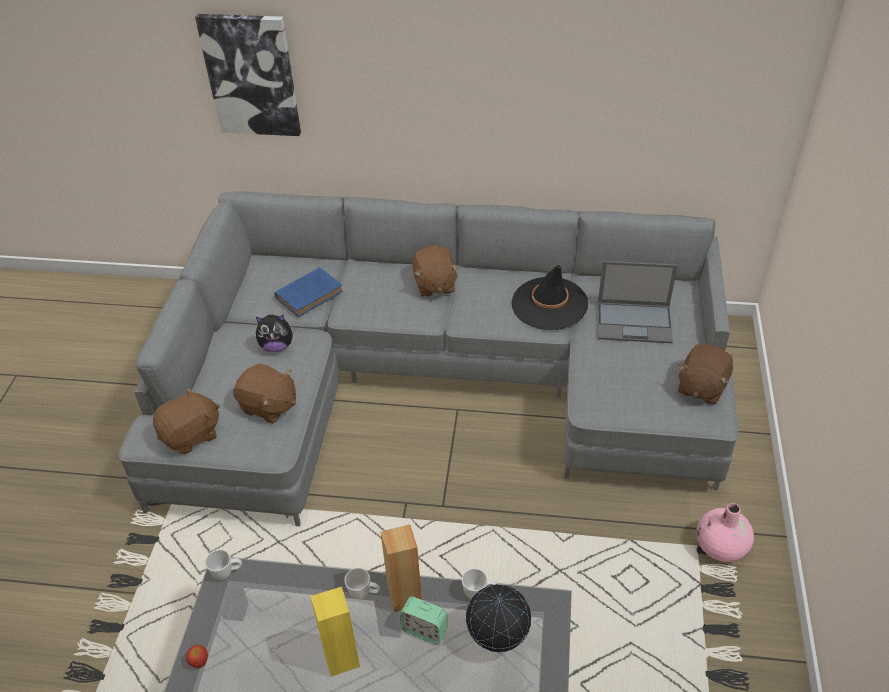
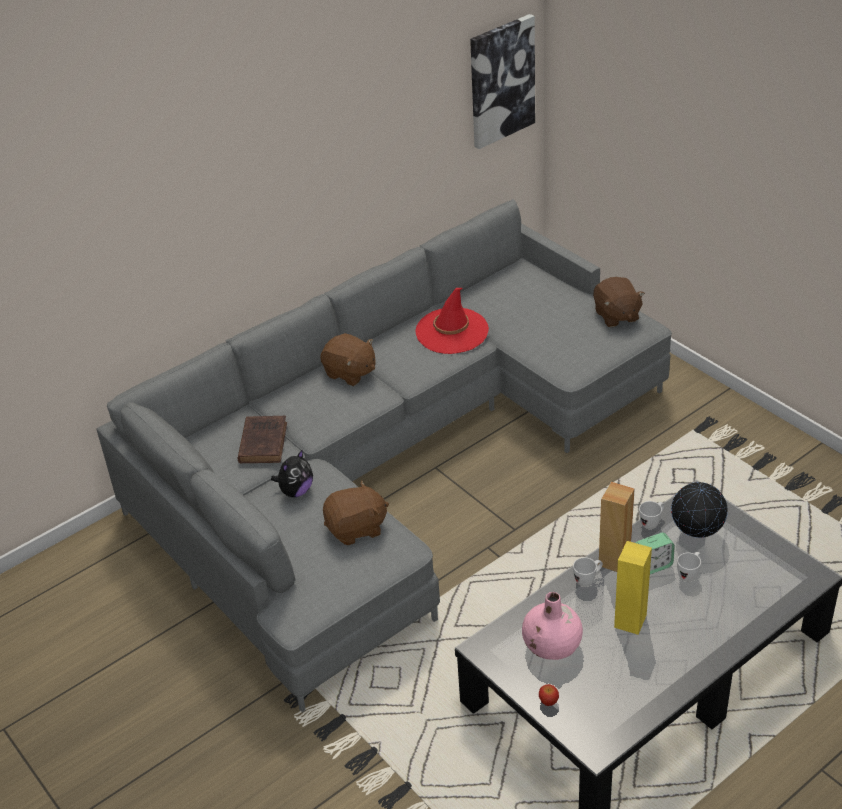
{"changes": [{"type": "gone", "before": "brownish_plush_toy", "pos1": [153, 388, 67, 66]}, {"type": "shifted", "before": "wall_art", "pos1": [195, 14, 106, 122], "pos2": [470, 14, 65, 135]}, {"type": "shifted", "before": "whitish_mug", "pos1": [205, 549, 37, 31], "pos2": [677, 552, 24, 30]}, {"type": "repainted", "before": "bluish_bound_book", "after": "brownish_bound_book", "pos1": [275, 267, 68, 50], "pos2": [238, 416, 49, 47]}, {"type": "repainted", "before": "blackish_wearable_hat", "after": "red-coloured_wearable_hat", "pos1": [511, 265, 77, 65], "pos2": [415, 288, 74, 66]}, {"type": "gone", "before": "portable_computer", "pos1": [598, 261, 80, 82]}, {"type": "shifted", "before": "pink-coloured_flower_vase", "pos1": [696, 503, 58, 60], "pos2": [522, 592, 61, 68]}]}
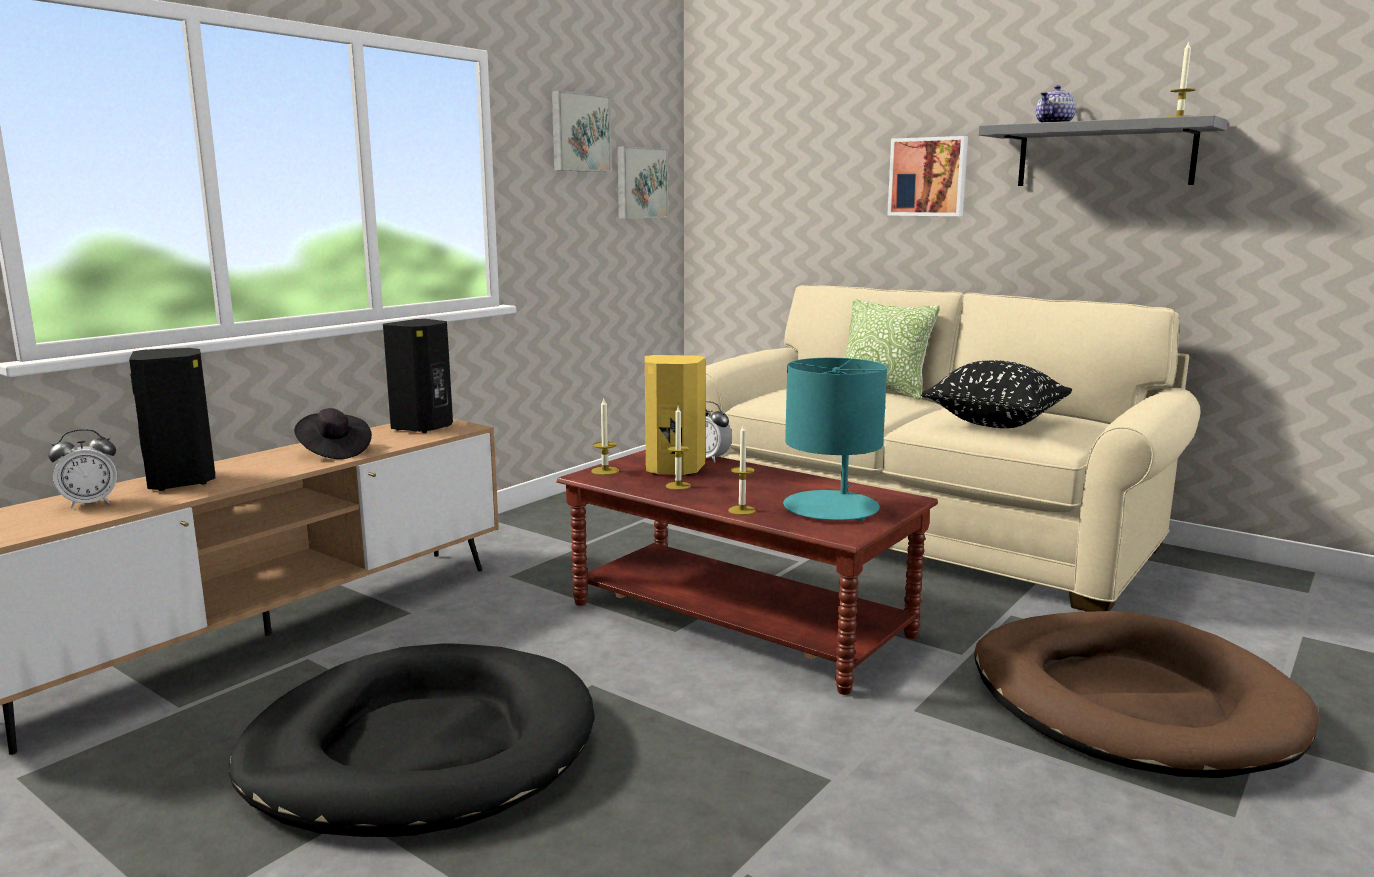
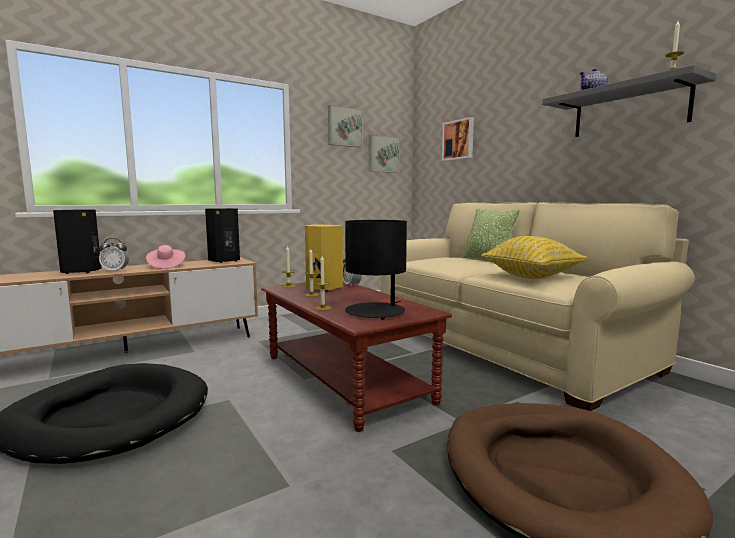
{"changes": [{"type": "shifted", "before": "table_clock", "pos1": [48, 429, 70, 80], "pos2": [99, 238, 30, 34]}, {"type": "repainted", "before": "blackish_wearable_hat", "after": "pink-coloured_wearable_hat", "pos1": [294, 408, 78, 51], "pos2": [146, 245, 39, 24]}, {"type": "repainted", "before": "turquoise-coloured_table_lamp", "after": "blackish_table_lamp", "pos1": [783, 358, 104, 163], "pos2": [345, 220, 62, 100]}, {"type": "shifted", "before": "wall_art", "pos1": [887, 136, 81, 80], "pos2": [442, 117, 32, 44]}, {"type": "repainted", "before": "blackish_pillow", "after": "yellow-coloured_pillow", "pos1": [921, 360, 151, 68], "pos2": [481, 236, 106, 43]}]}
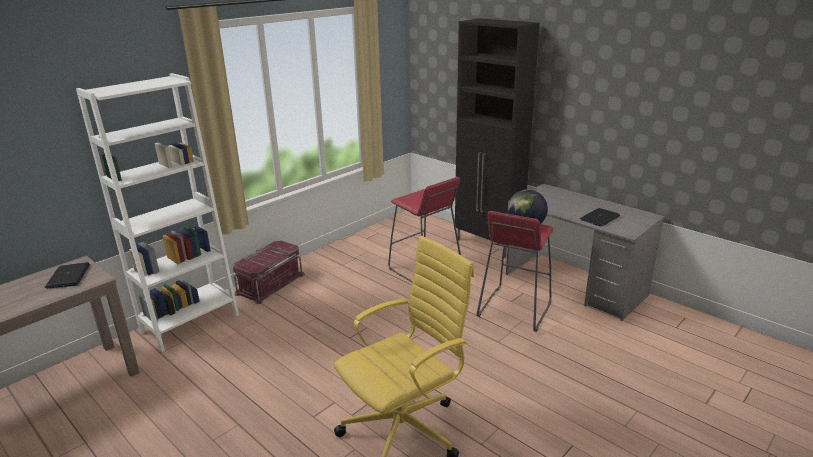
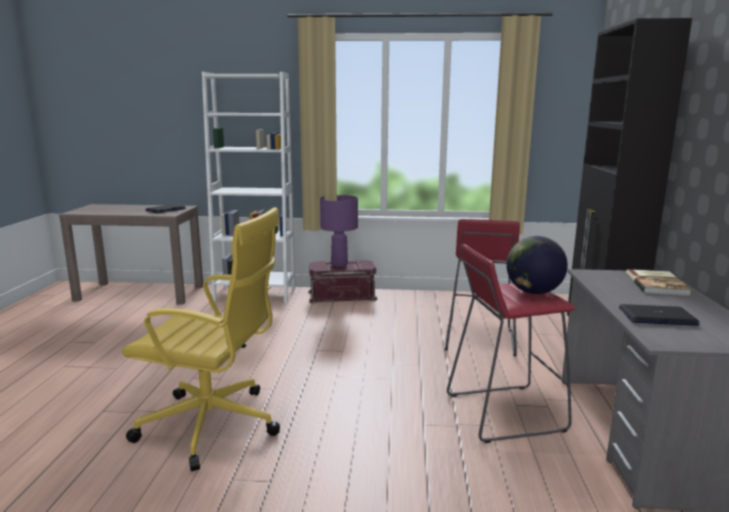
{"changes": [{"type": "new", "after": "purple_table_lamp", "pos2": [320, 195, 38, 72]}, {"type": "new", "after": "bound_book", "pos2": [626, 269, 66, 27]}]}
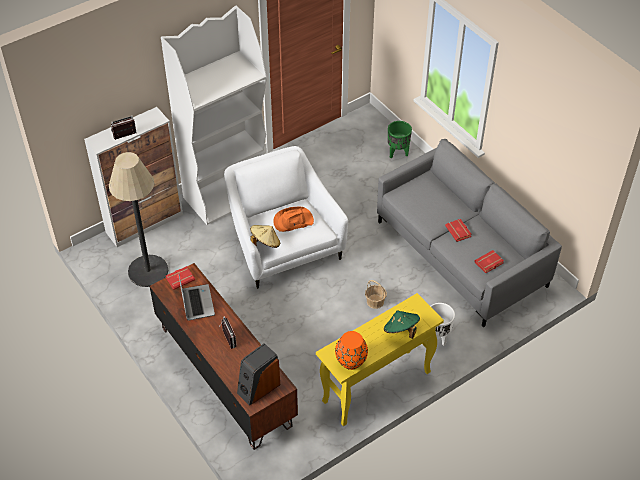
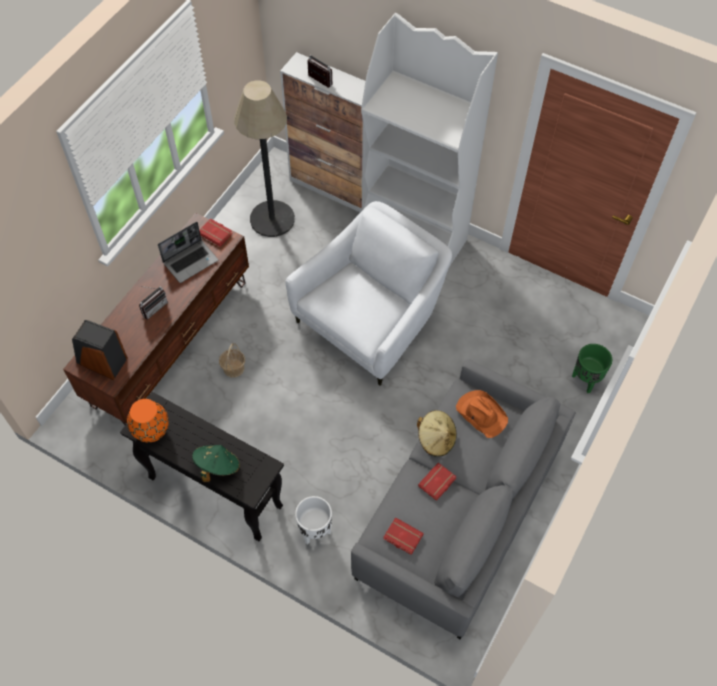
{"changes": [{"type": "shifted", "before": "sand-coloured_wearable_hat", "pos1": [250, 225, 30, 23], "pos2": [417, 410, 39, 47]}, {"type": "shifted", "before": "orange_wearable_hat", "pos1": [273, 207, 41, 25], "pos2": [456, 390, 52, 48]}, {"type": "repainted", "before": "yellow-coloured_hall_table", "after": "blackish_hall_table", "pos1": [316, 293, 128, 133], "pos2": [120, 392, 164, 149]}, {"type": "shifted", "before": "storage_basket", "pos1": [365, 280, 22, 29], "pos2": [219, 343, 26, 35]}]}
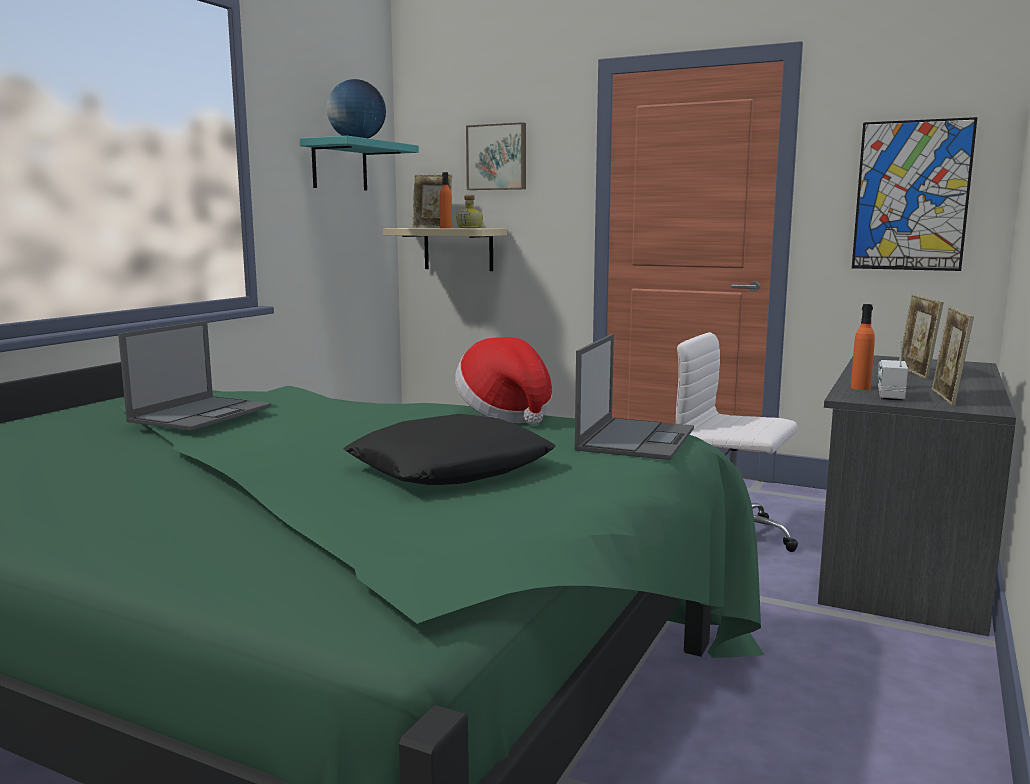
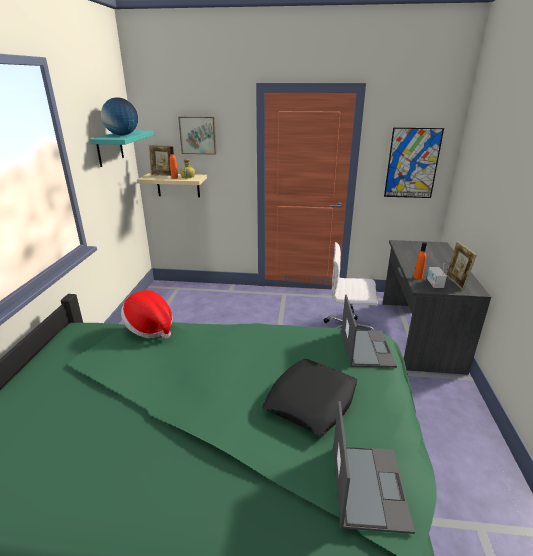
{"changes": [{"type": "shifted", "before": "portable_computer", "pos1": [118, 321, 153, 110], "pos2": [333, 401, 82, 133]}, {"type": "shifted", "before": "wearable_hat", "pos1": [455, 337, 98, 88], "pos2": [121, 290, 52, 49]}, {"type": "gone", "before": "photo_frame", "pos1": [899, 294, 45, 85]}]}
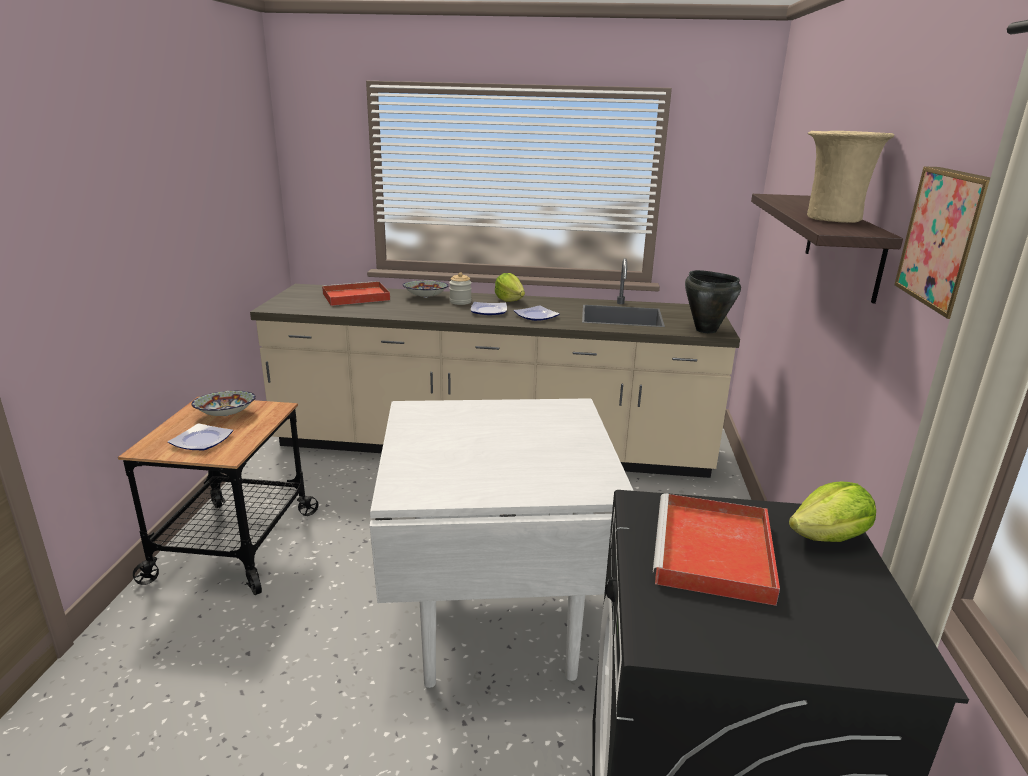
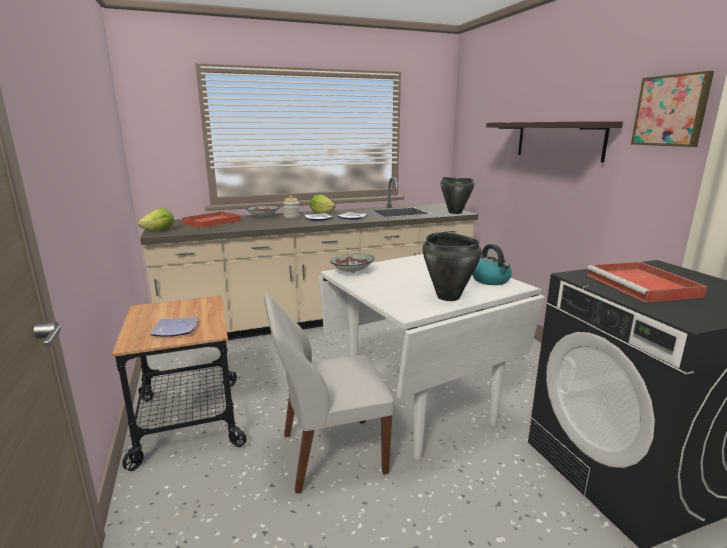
{"changes": [{"type": "shifted", "before": "bowl", "pos1": [191, 391, 65, 25], "pos2": [331, 254, 44, 19]}, {"type": "shifted", "before": "lettuce_head", "pos1": [789, 482, 87, 60], "pos2": [137, 208, 37, 23]}, {"type": "gone", "before": "sand-coloured_flower_vase", "pos1": [807, 131, 87, 92]}, {"type": "new", "after": "whitish_plain_chair", "pos2": [264, 293, 130, 200]}, {"type": "new", "after": "blackish_saucepot", "pos2": [423, 232, 59, 69]}, {"type": "new", "after": "water_kettle", "pos2": [472, 244, 40, 41]}]}
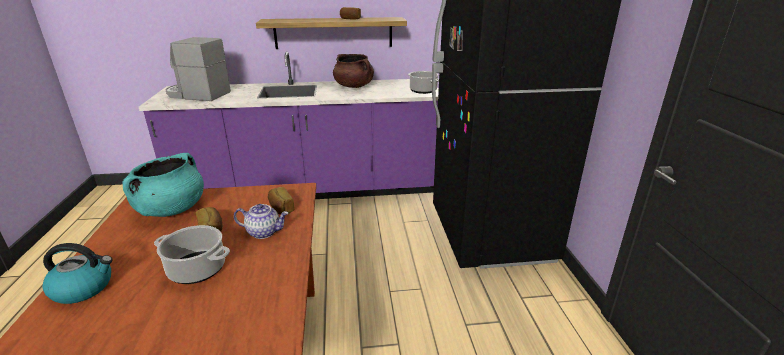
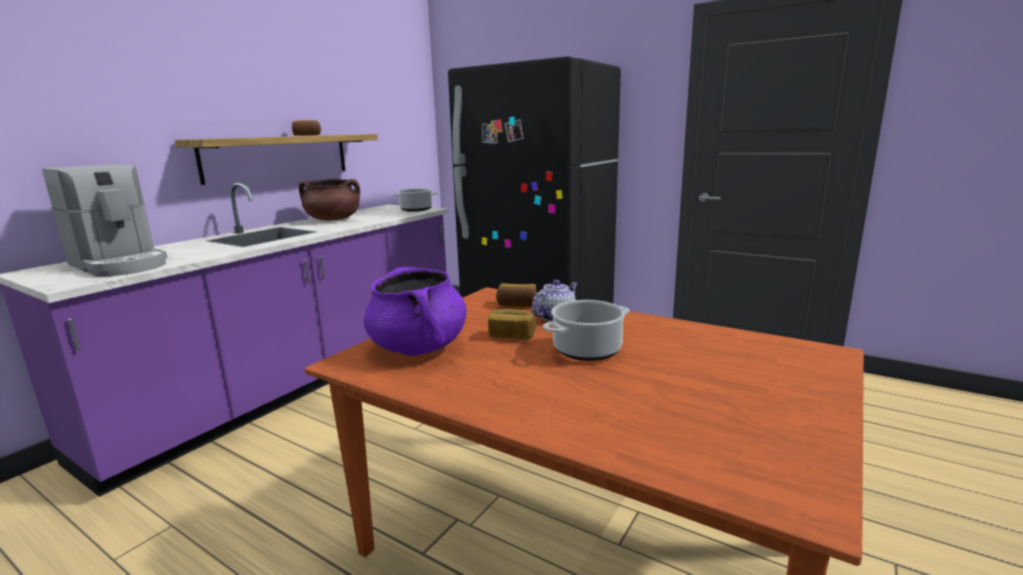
{"changes": [{"type": "gone", "before": "water_kettle", "pos1": [42, 243, 71, 61]}, {"type": "repainted", "before": "turquoise-coloured_saucepot", "after": "purple_saucepot", "pos1": [123, 153, 81, 64], "pos2": [364, 267, 103, 89]}, {"type": "rotated", "before": "coffee_maker", "pos1": [166, 37, 65, 64], "pos2": [42, 164, 126, 113], "turn": -105}]}
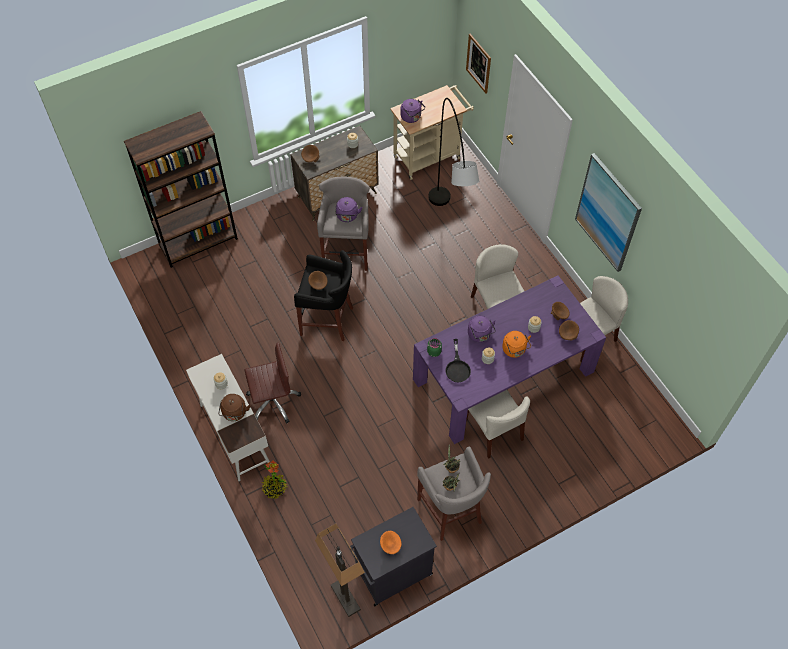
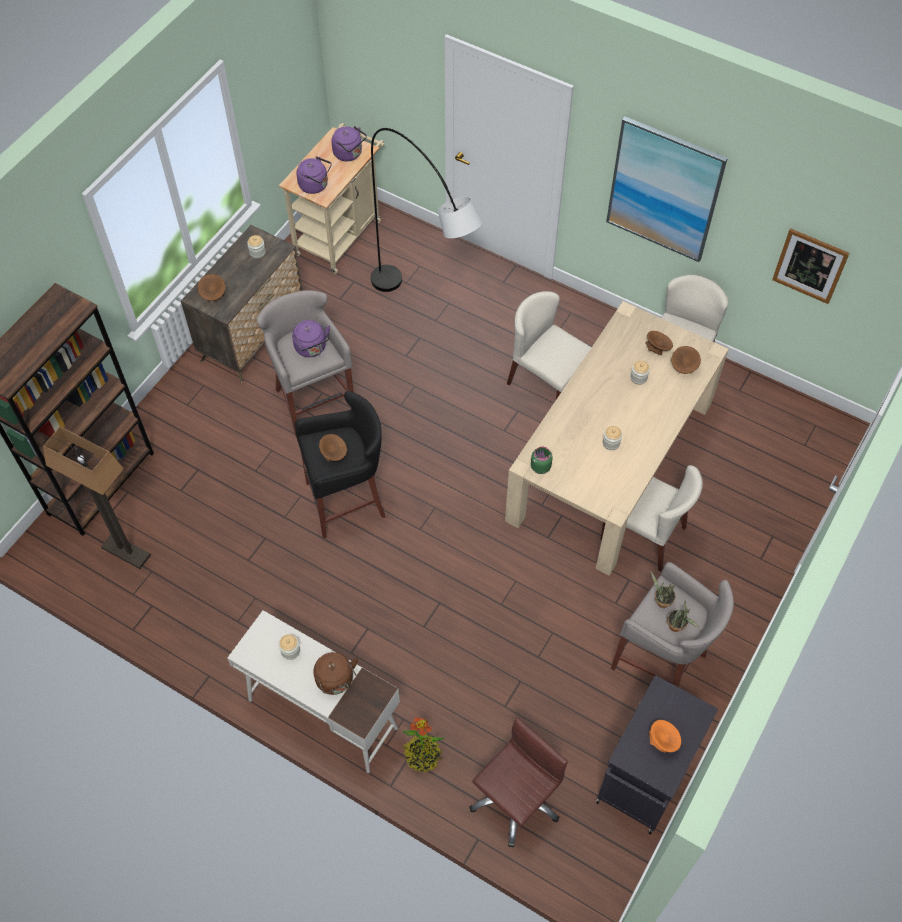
{"changes": [{"type": "shifted", "before": "brownish_computer_chair", "pos1": [244, 342, 57, 81], "pos2": [470, 717, 98, 130]}, {"type": "shifted", "before": "floor_lamp", "pos1": [315, 524, 50, 93], "pos2": [43, 426, 108, 143]}, {"type": "repainted", "before": "purple_dining_table", "after": "sand-coloured_dining_table", "pos1": [413, 276, 193, 168], "pos2": [505, 301, 224, 275]}, {"type": "gone", "before": "blackish_skillet", "pos1": [445, 339, 26, 44]}, {"type": "shifted", "before": "wall_art", "pos1": [466, 34, 25, 60], "pos2": [772, 228, 78, 76]}, {"type": "shifted", "before": "purple_water_kettle", "pos1": [468, 316, 28, 26], "pos2": [331, 126, 36, 35]}, {"type": "gone", "before": "orange_water_kettle", "pos1": [502, 331, 29, 27]}]}
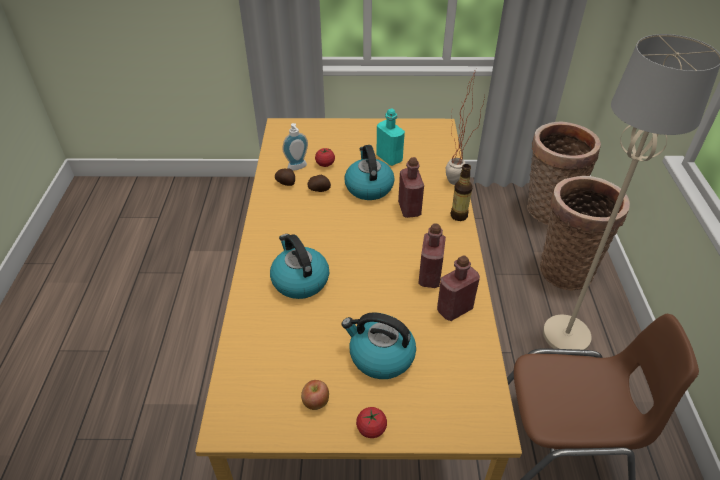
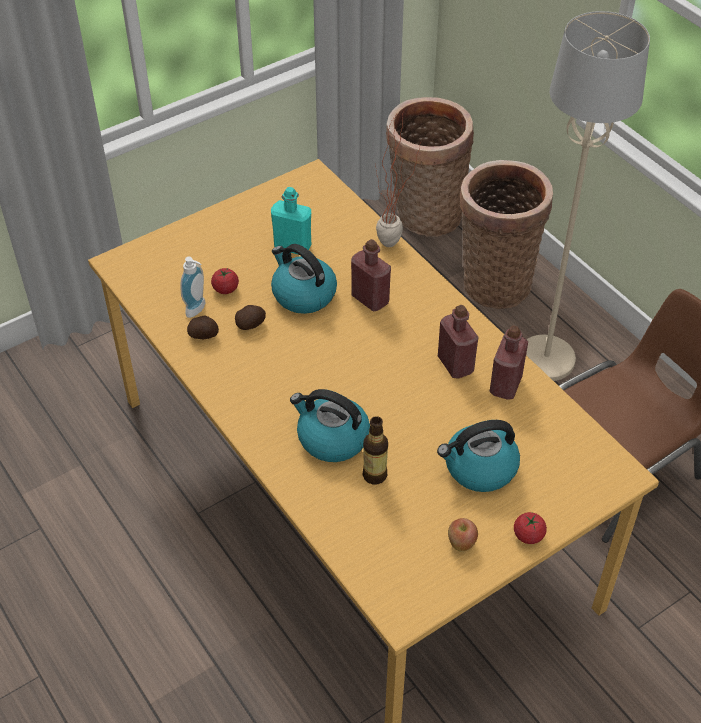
{"changes": [{"type": "shifted", "before": "bottle", "pos1": [450, 164, 22, 57], "pos2": [363, 416, 25, 69]}]}
